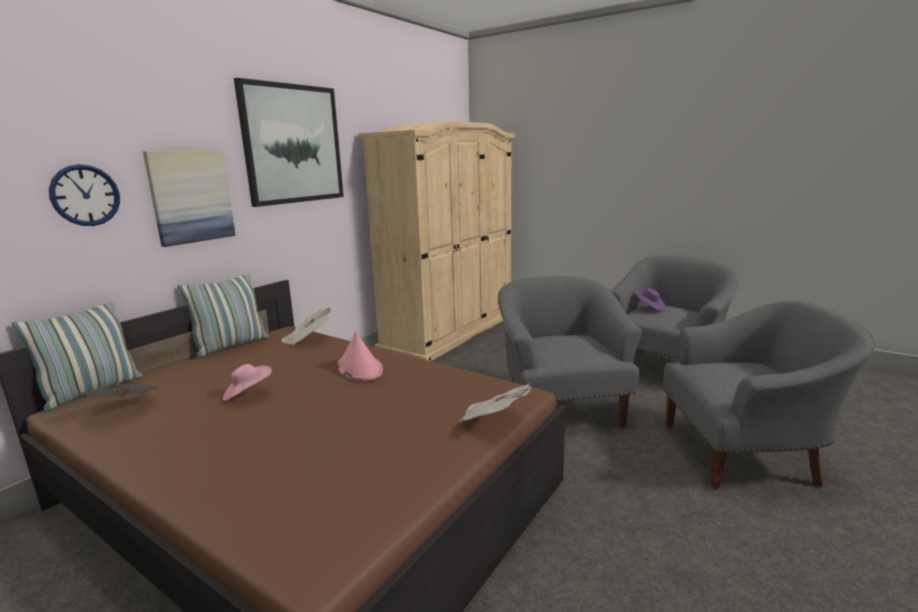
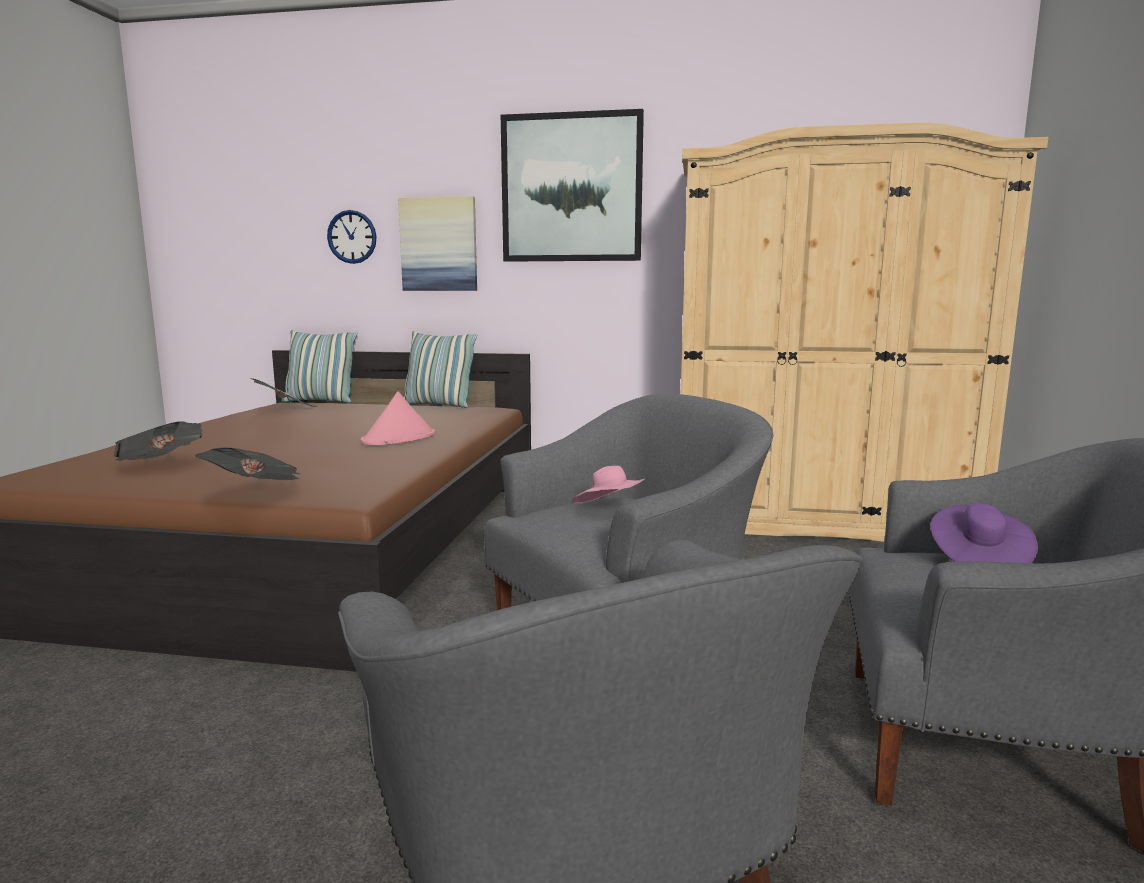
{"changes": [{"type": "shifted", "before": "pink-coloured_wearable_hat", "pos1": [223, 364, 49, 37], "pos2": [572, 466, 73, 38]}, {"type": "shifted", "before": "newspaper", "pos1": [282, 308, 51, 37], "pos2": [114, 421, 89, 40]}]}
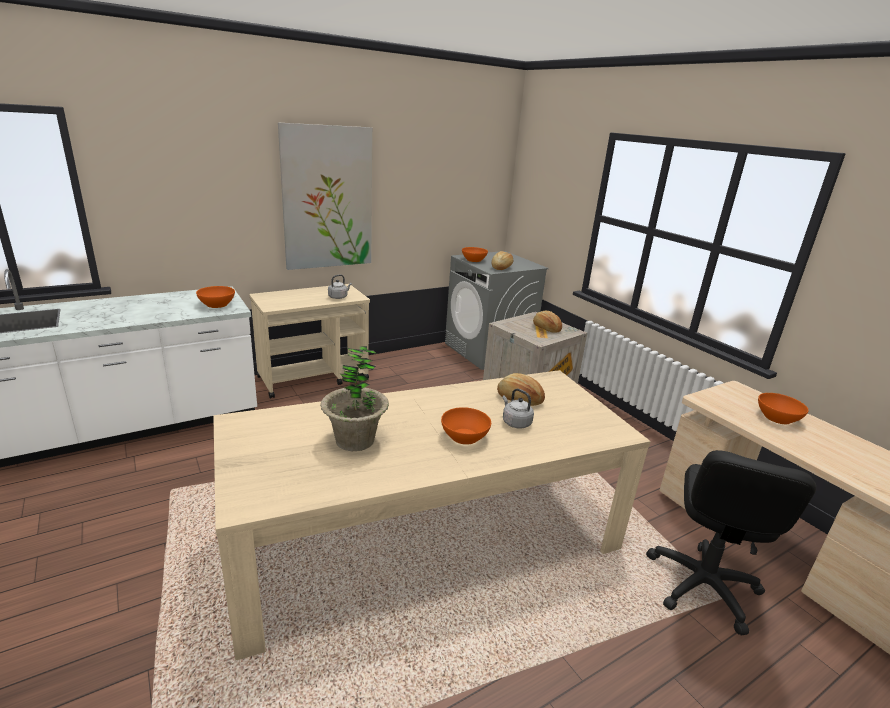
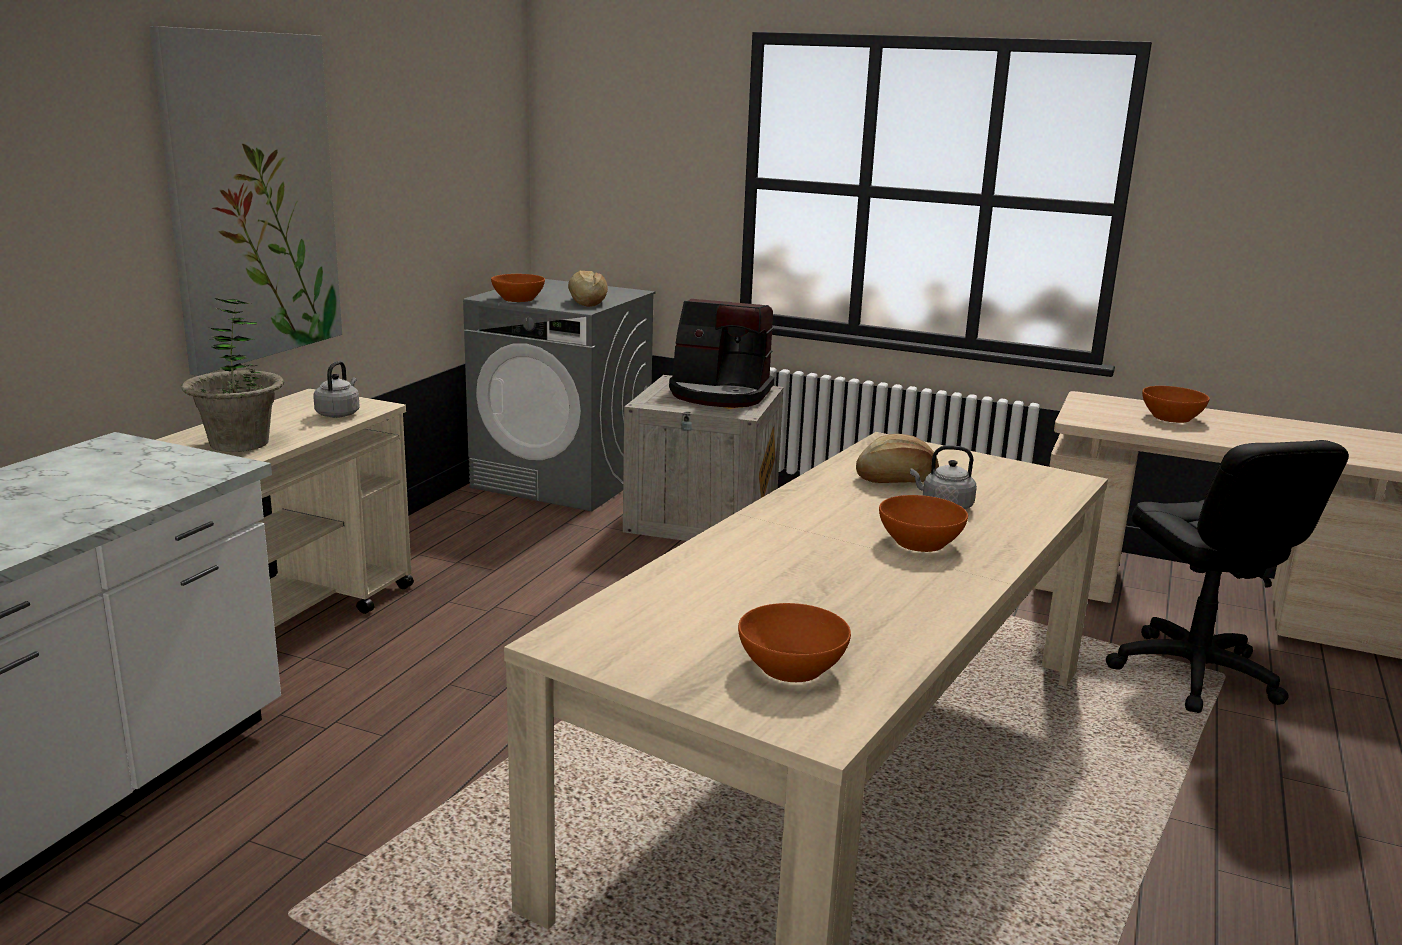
{"changes": [{"type": "shifted", "before": "orange_bowl", "pos1": [196, 286, 39, 22], "pos2": [738, 603, 113, 79]}, {"type": "shifted", "before": "plant_in_a_pot", "pos1": [320, 346, 69, 105], "pos2": [181, 298, 103, 154]}, {"type": "swapped", "before": "bread", "after": "coffee_maker", "pos1": [533, 311, 29, 22], "pos2": [669, 299, 105, 109]}]}
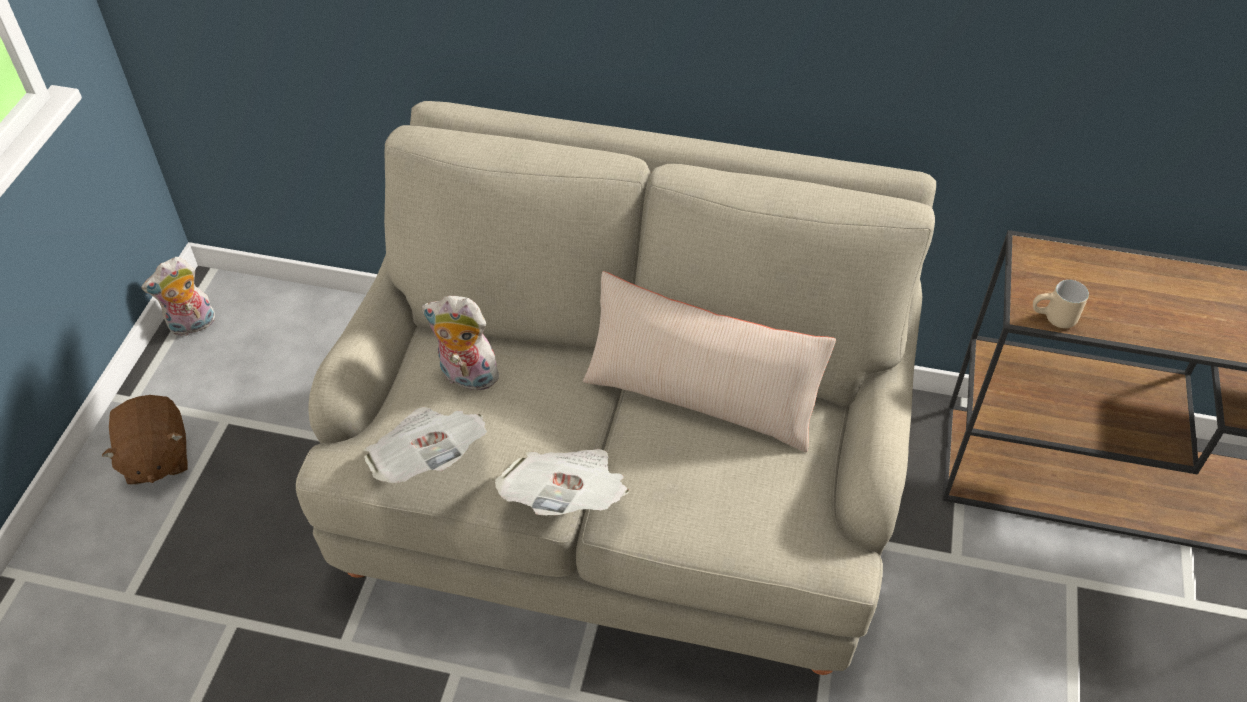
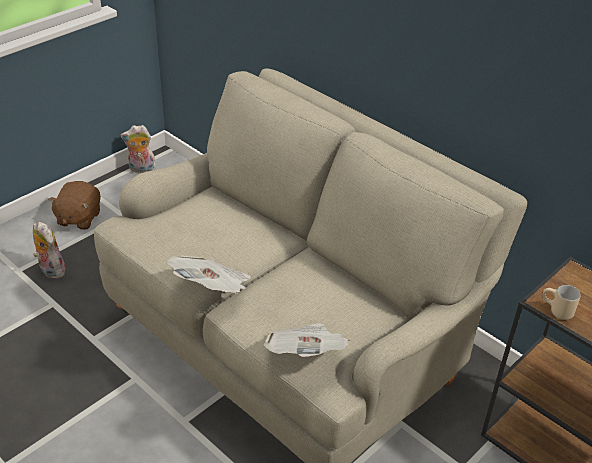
{"changes": [{"type": "shifted", "before": "newspaper", "pos1": [364, 407, 123, 76], "pos2": [264, 323, 86, 34]}, {"type": "shifted", "before": "plush_toy", "pos1": [422, 296, 81, 98], "pos2": [33, 221, 34, 58]}, {"type": "gone", "before": "sand-coloured_pillow", "pos1": [583, 271, 253, 182]}]}
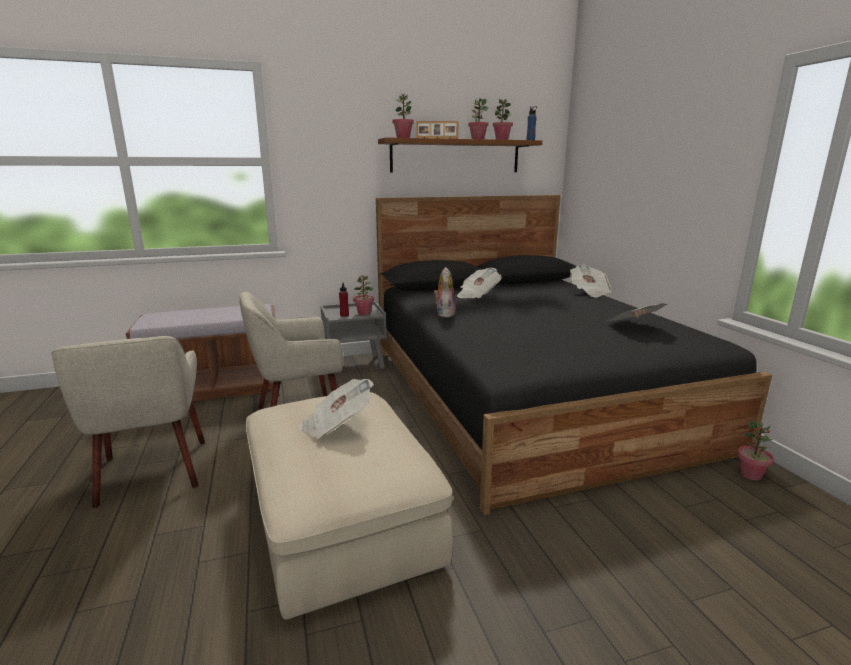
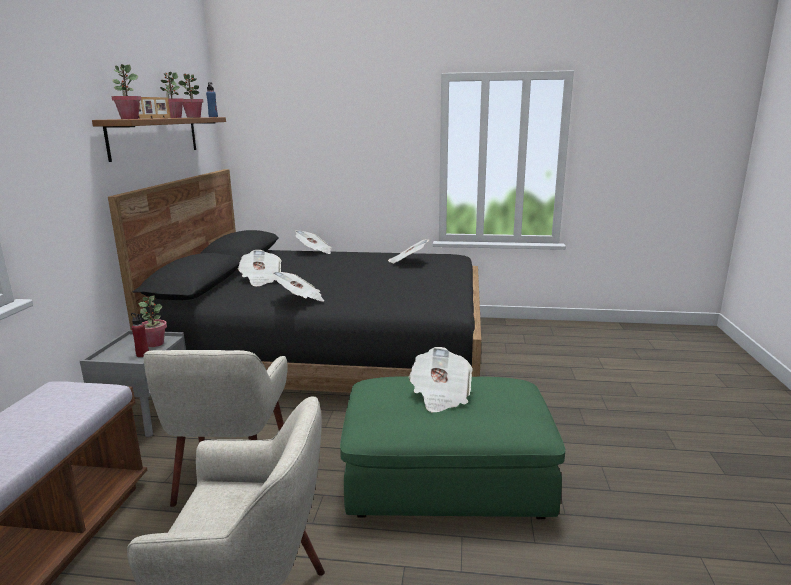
{"changes": [{"type": "repainted", "before": "sand-coloured_pouffe", "after": "green-coloured_pouffe", "pos1": [246, 392, 207, 228], "pos2": [340, 376, 225, 143]}, {"type": "swapped", "before": "plush_toy", "after": "newspaper", "pos1": [434, 267, 21, 50], "pos2": [272, 271, 52, 31]}, {"type": "gone", "before": "plant_in_a_pot", "pos1": [737, 420, 37, 61]}]}
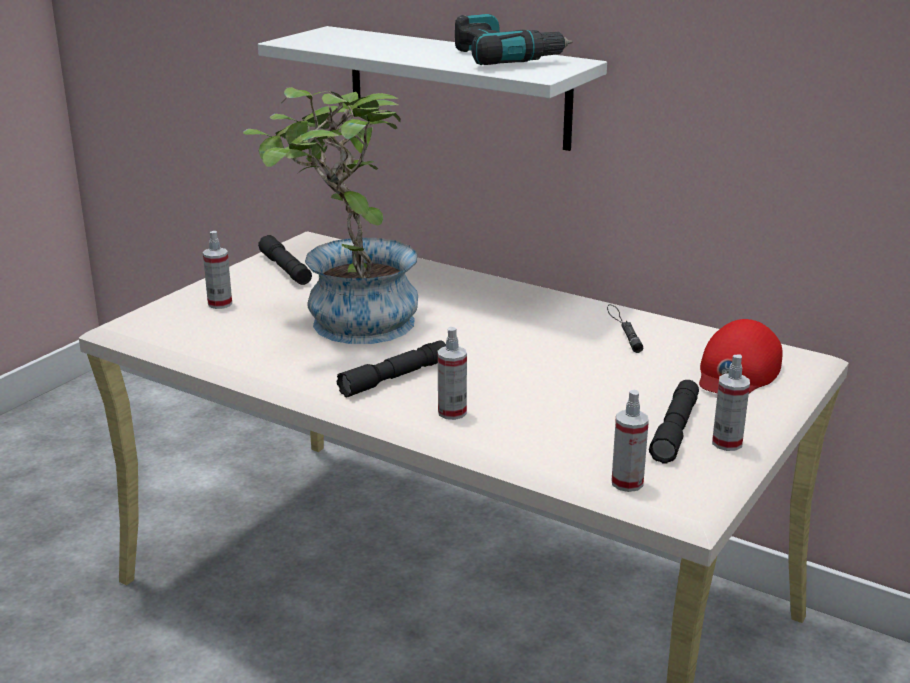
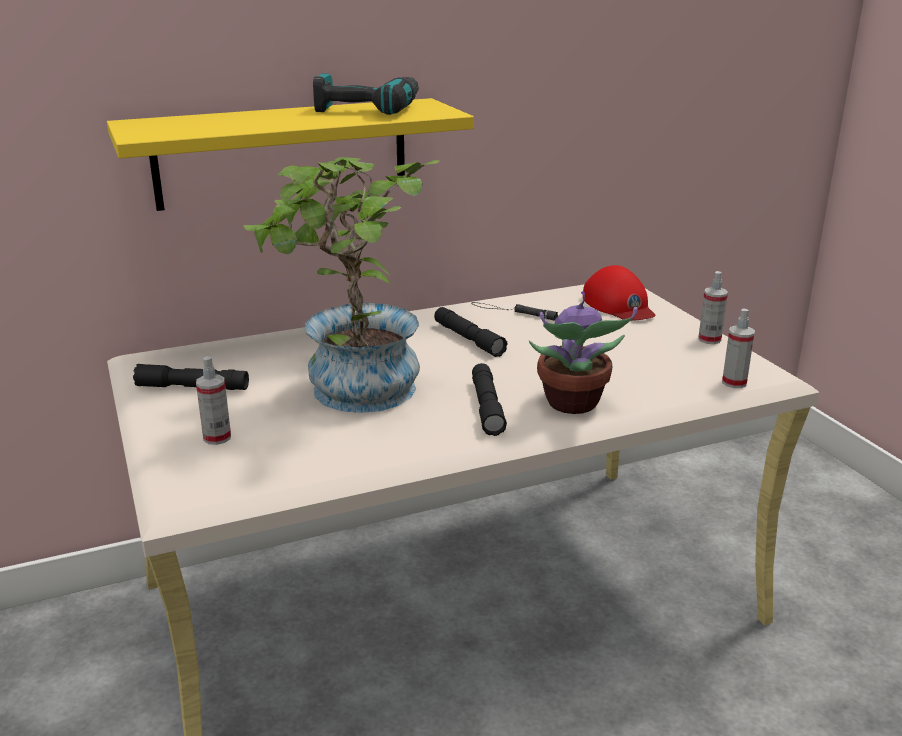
{"changes": [{"type": "repainted", "before": "whitish_wall_shelf", "after": "yellow-coloured_wall_shelf", "pos1": [258, 26, 349, 125], "pos2": [107, 98, 367, 113]}, {"type": "swapped", "before": "sprayer", "after": "plant_in_a_pot", "pos1": [438, 327, 29, 93], "pos2": [529, 291, 109, 123]}, {"type": "shifted", "before": "blackish_flashlight", "pos1": [649, 380, 50, 83], "pos2": [434, 307, 74, 50]}]}
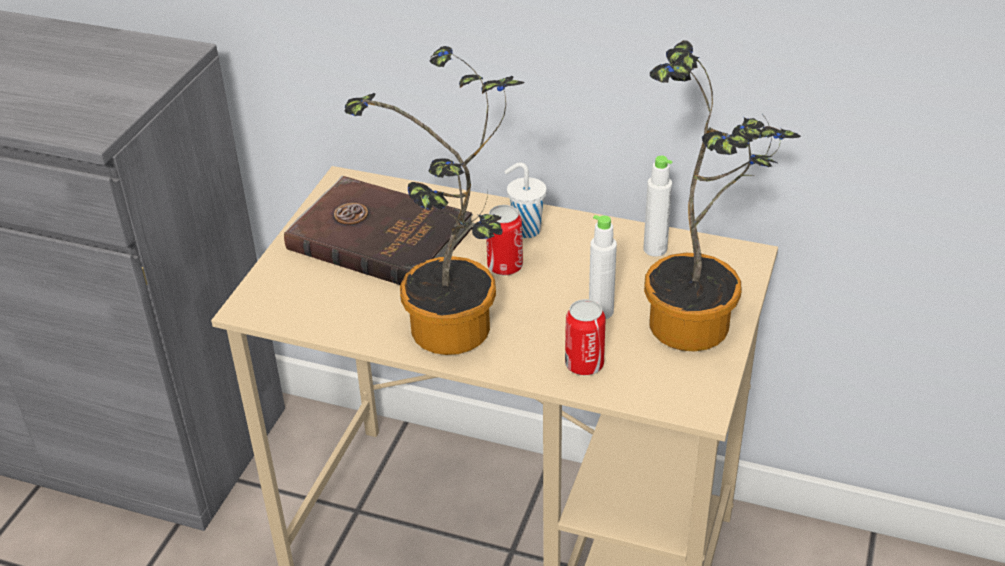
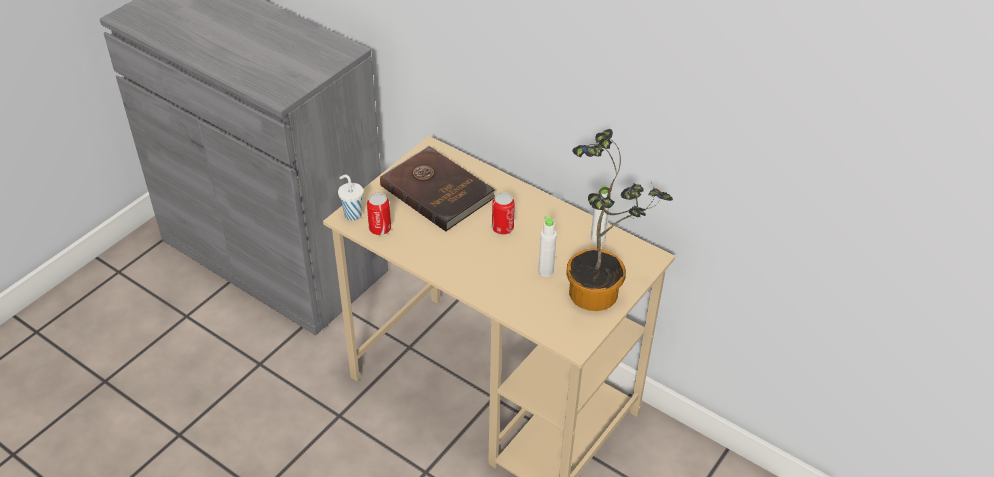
{"changes": [{"type": "gone", "before": "plant_in_a_pot", "pos1": [344, 46, 181, 309]}, {"type": "shifted", "before": "whitish_drinking_cup", "pos1": [505, 163, 42, 75], "pos2": [338, 175, 25, 46]}, {"type": "shifted", "before": "can", "pos1": [565, 299, 41, 76], "pos2": [367, 193, 24, 42]}]}
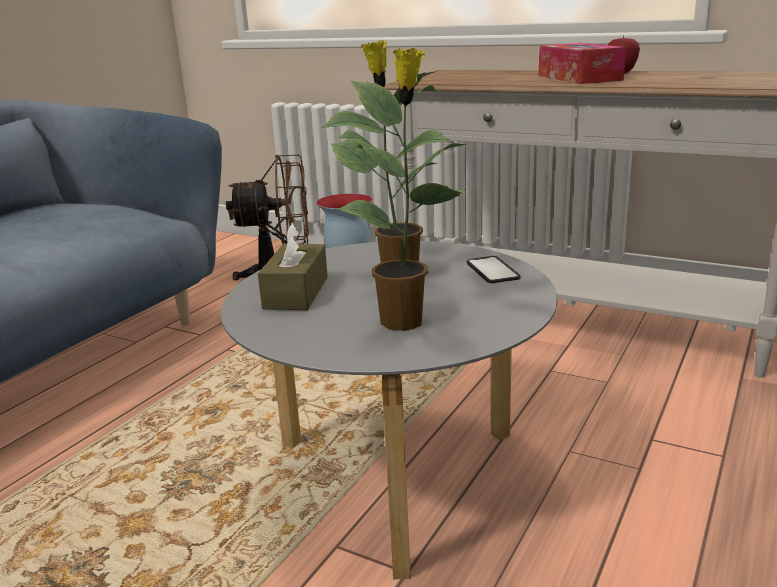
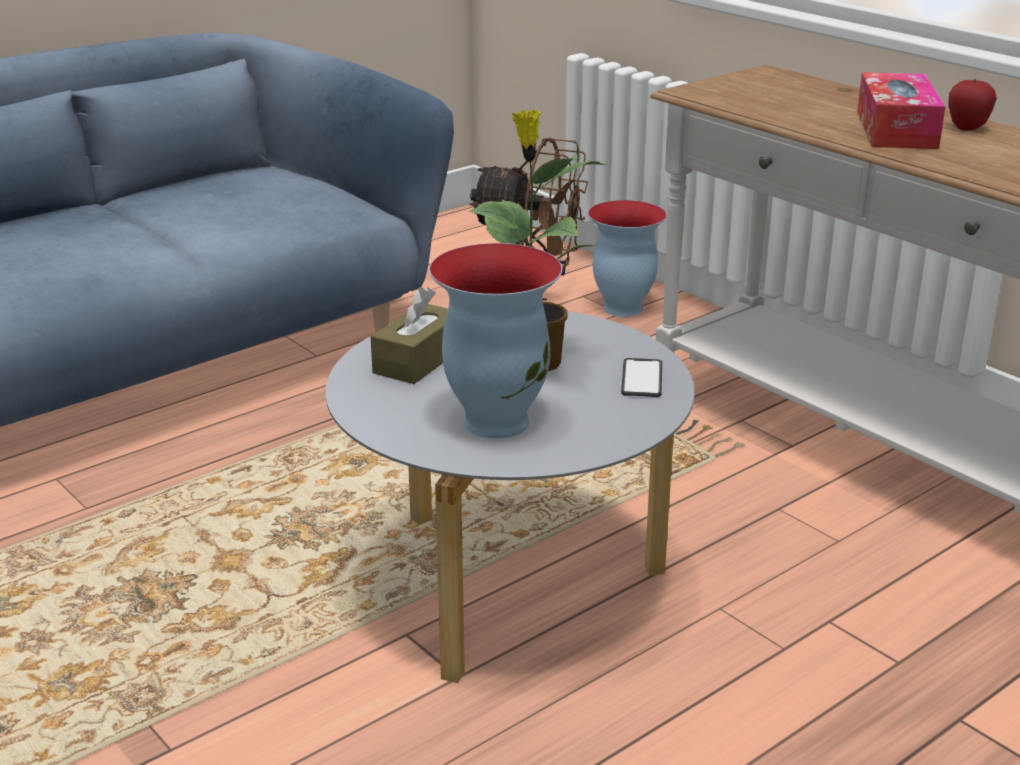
{"changes": [{"type": "swapped", "before": "plant_in_a_pot", "after": "flower_vase", "pos1": [322, 48, 144, 283], "pos2": [429, 243, 133, 195]}]}
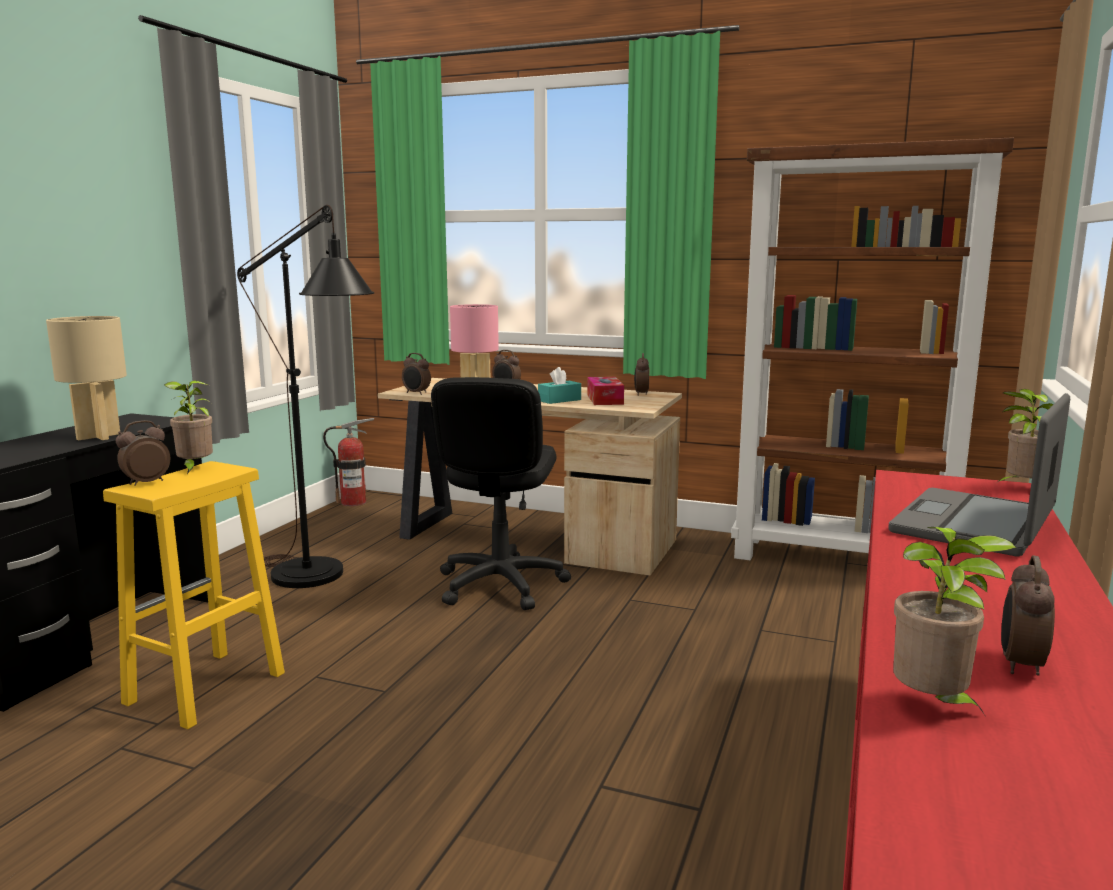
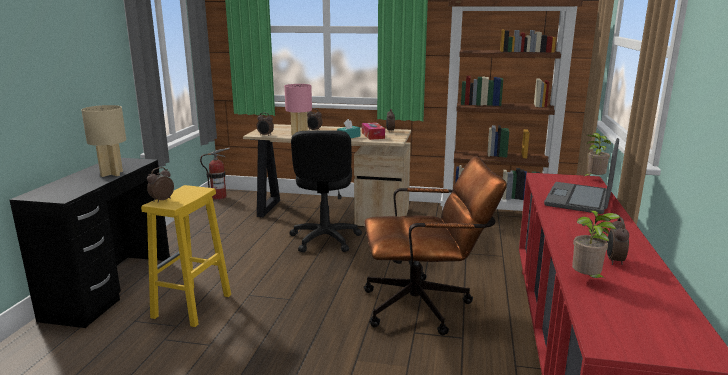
{"changes": [{"type": "gone", "before": "plant_in_a_pot", "pos1": [164, 380, 49, 94]}, {"type": "gone", "before": "blackish_floor_lamp", "pos1": [237, 205, 137, 383]}, {"type": "new", "after": "brownish_computer_chair", "pos2": [364, 156, 143, 179]}]}
